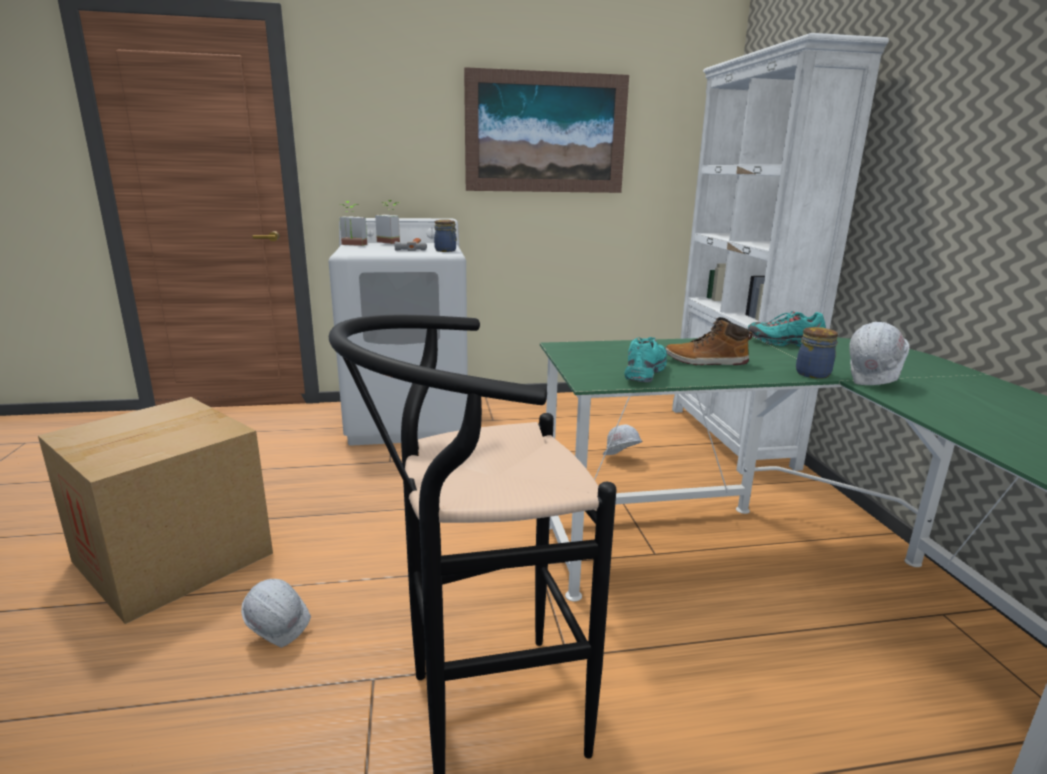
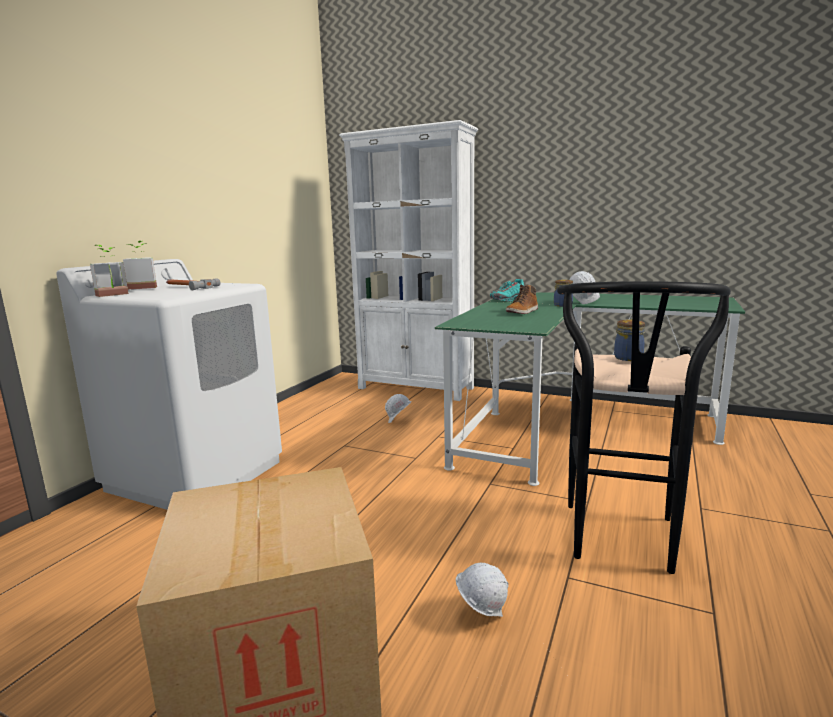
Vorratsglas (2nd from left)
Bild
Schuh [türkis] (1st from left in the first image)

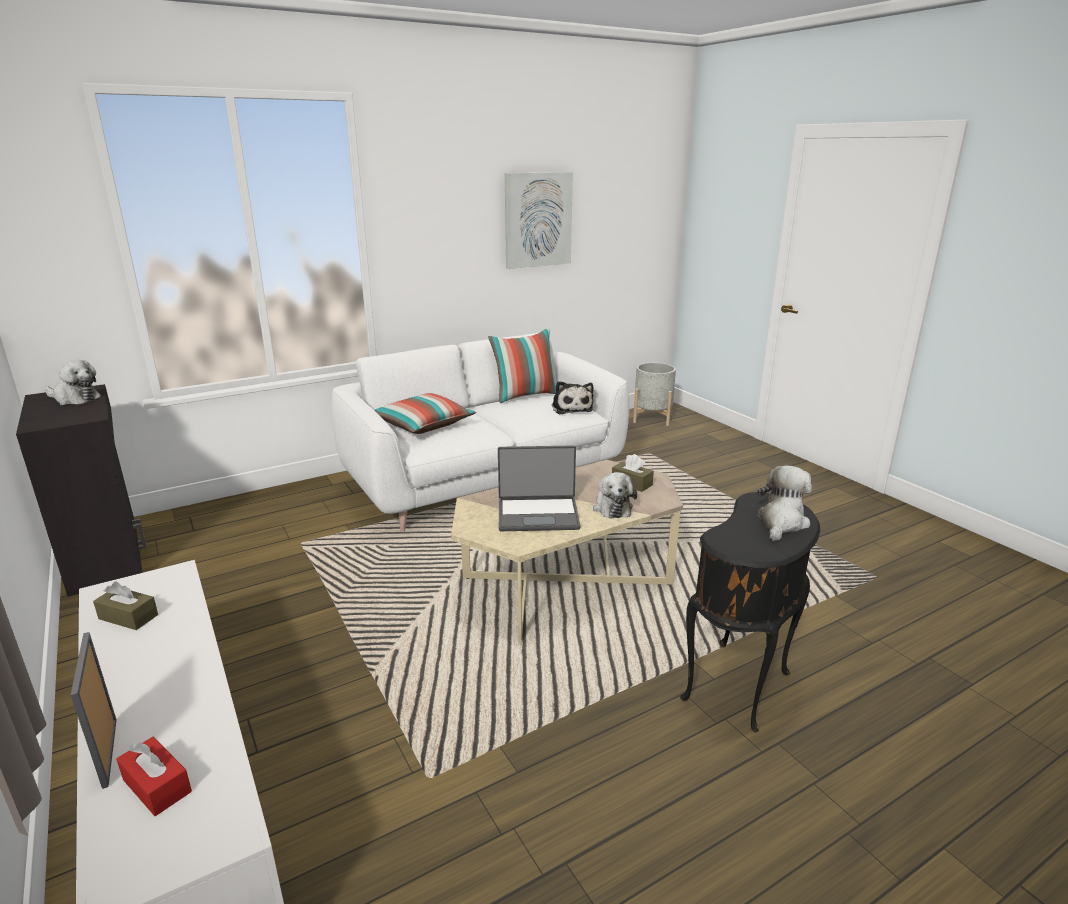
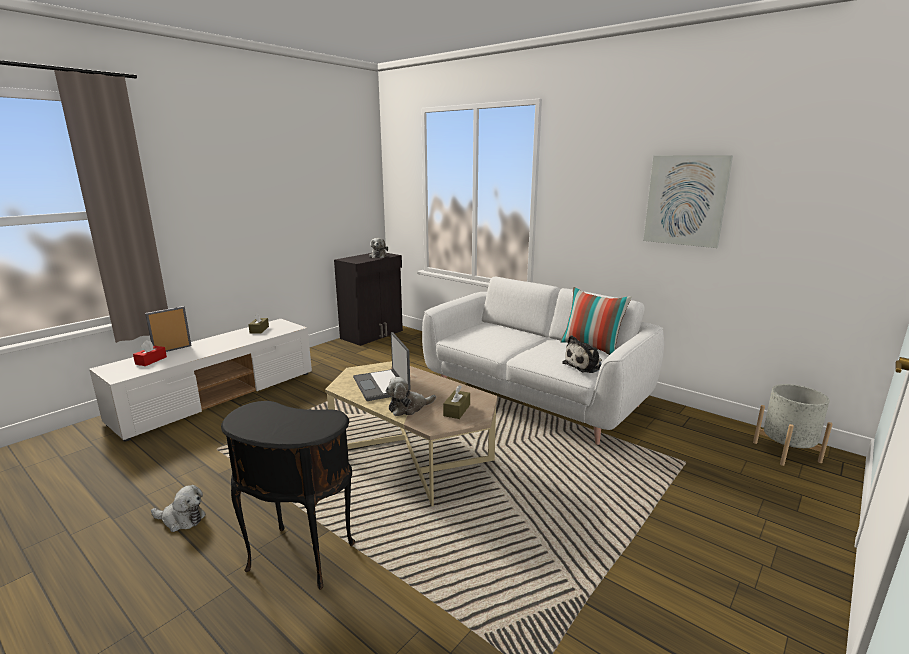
Kissen (1st from left in the first image)
Plüschtier (1st from left)

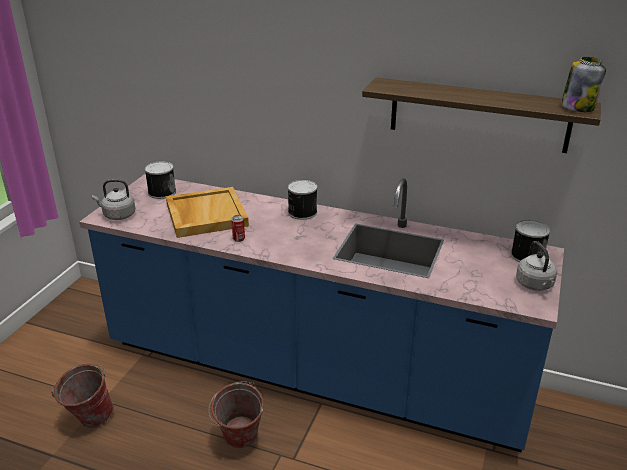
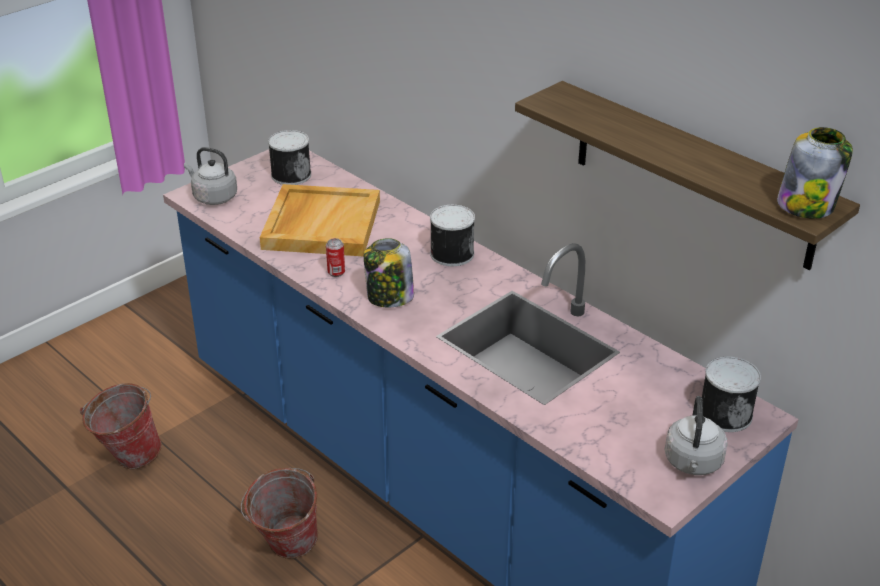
Vorratsglas (1st from left)

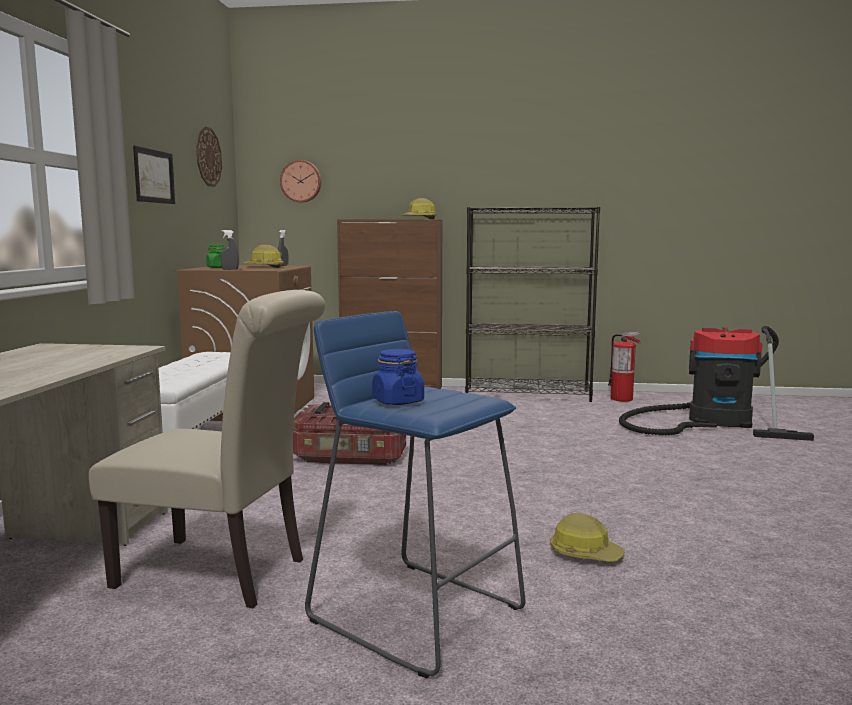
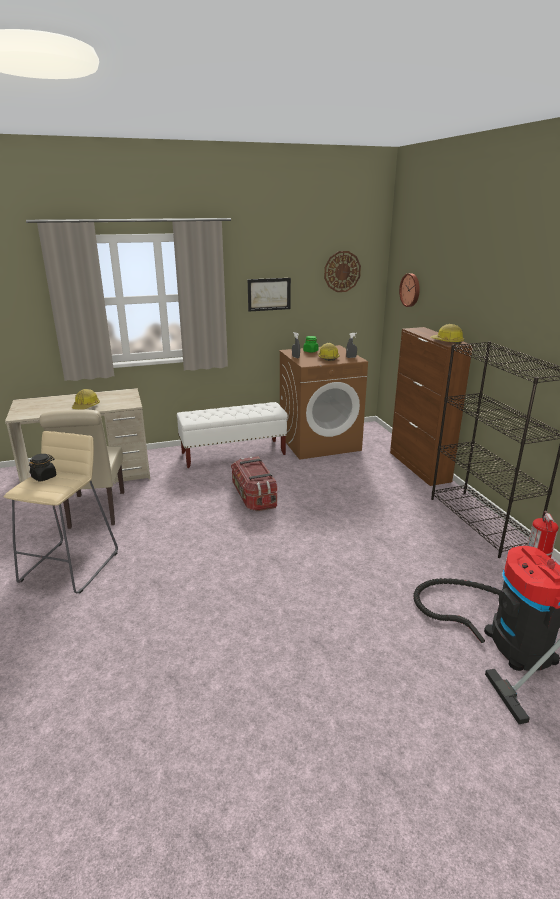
Hocker [beige]
Vorratsglas [schwarz]
Schutzhelm (1st from left)

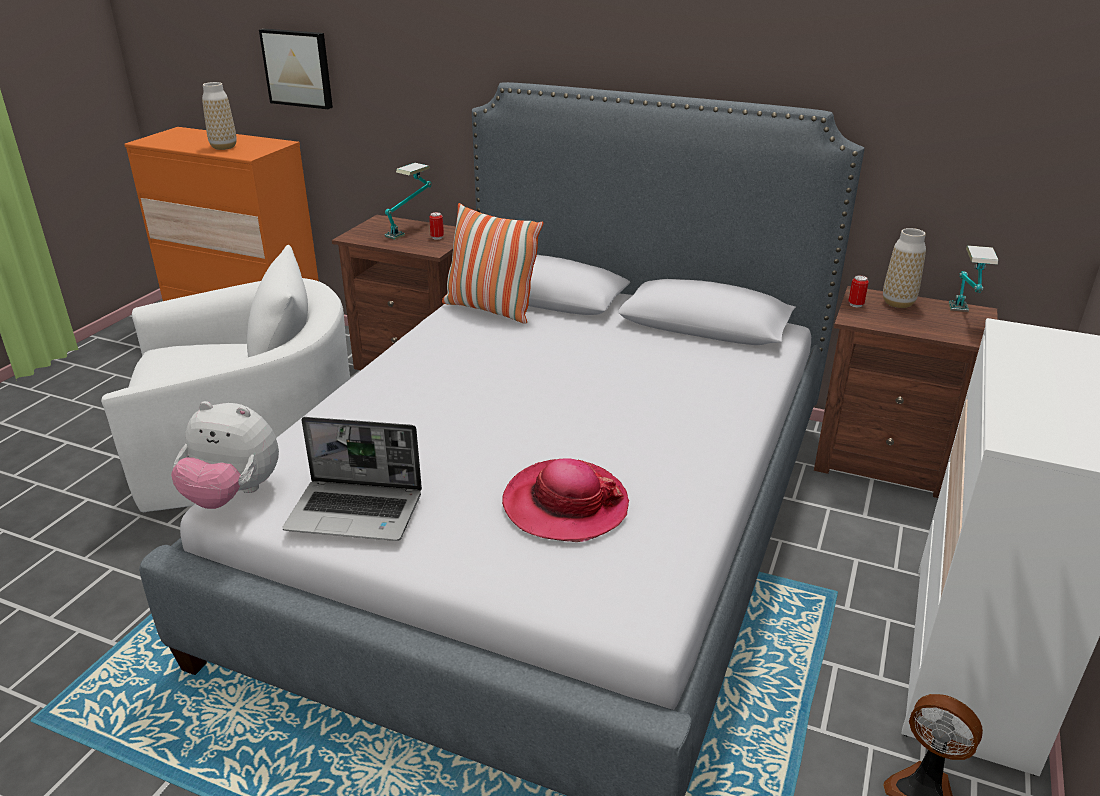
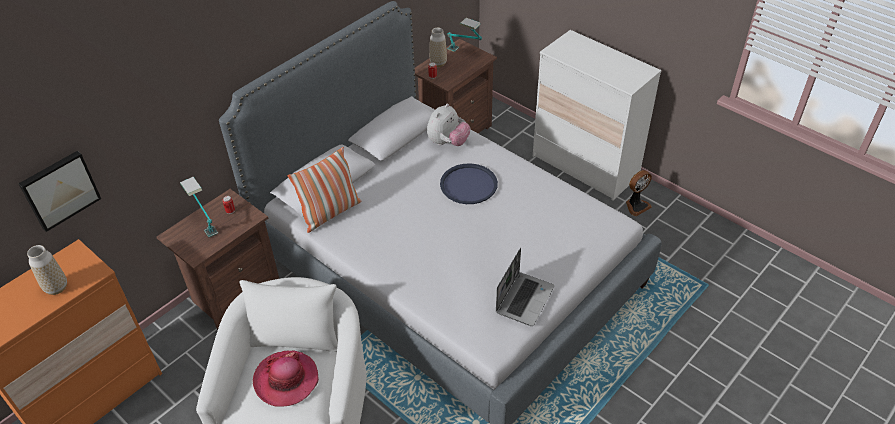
Plüschtier
Hut
Tablett [blau]

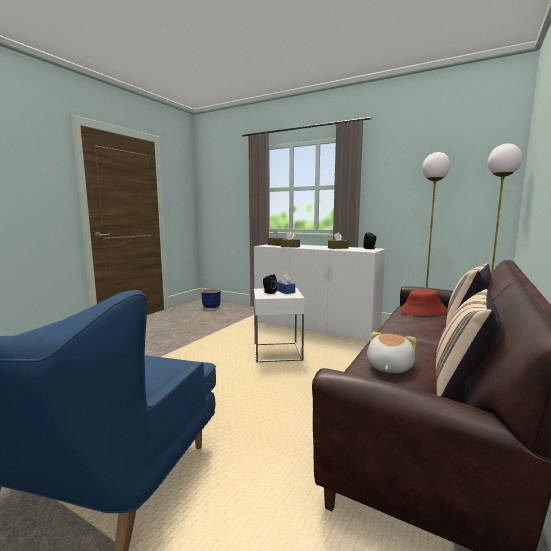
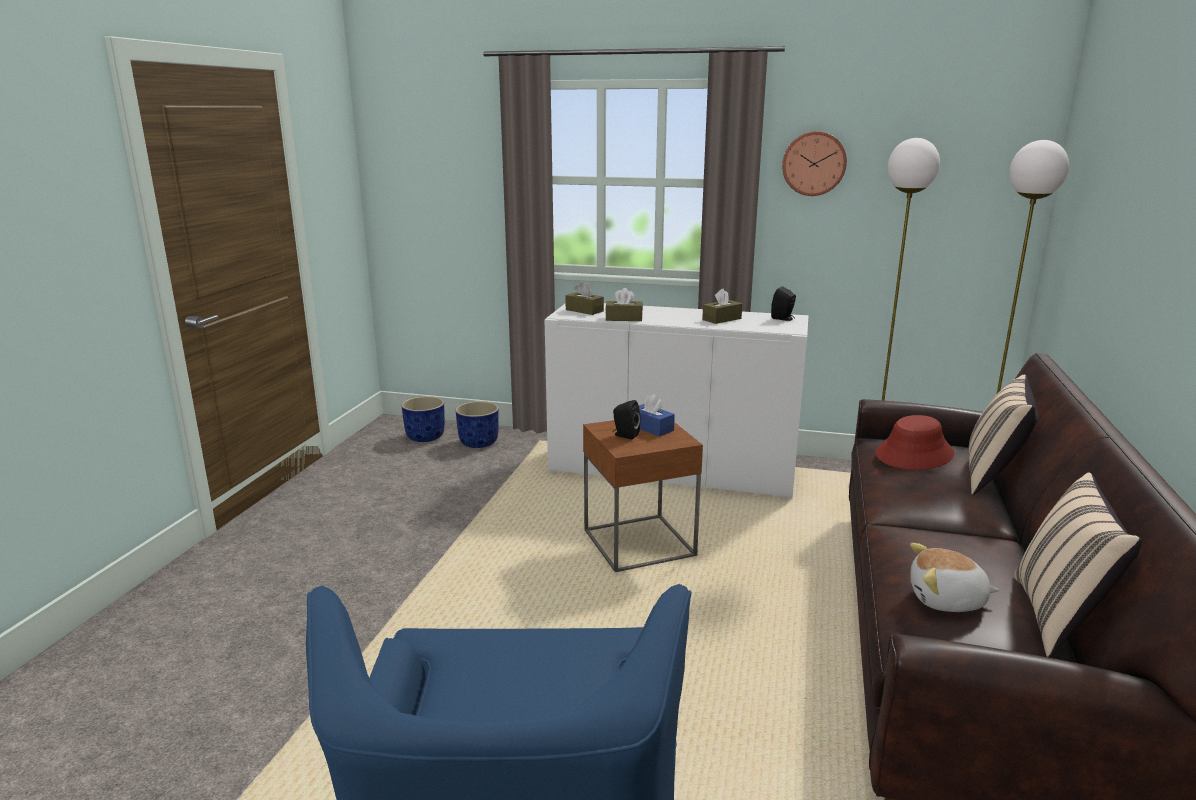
Beistelltisch [braun]
Plüschtier
Pflanzkübel [blau] (2nd from left)
Wanduhr

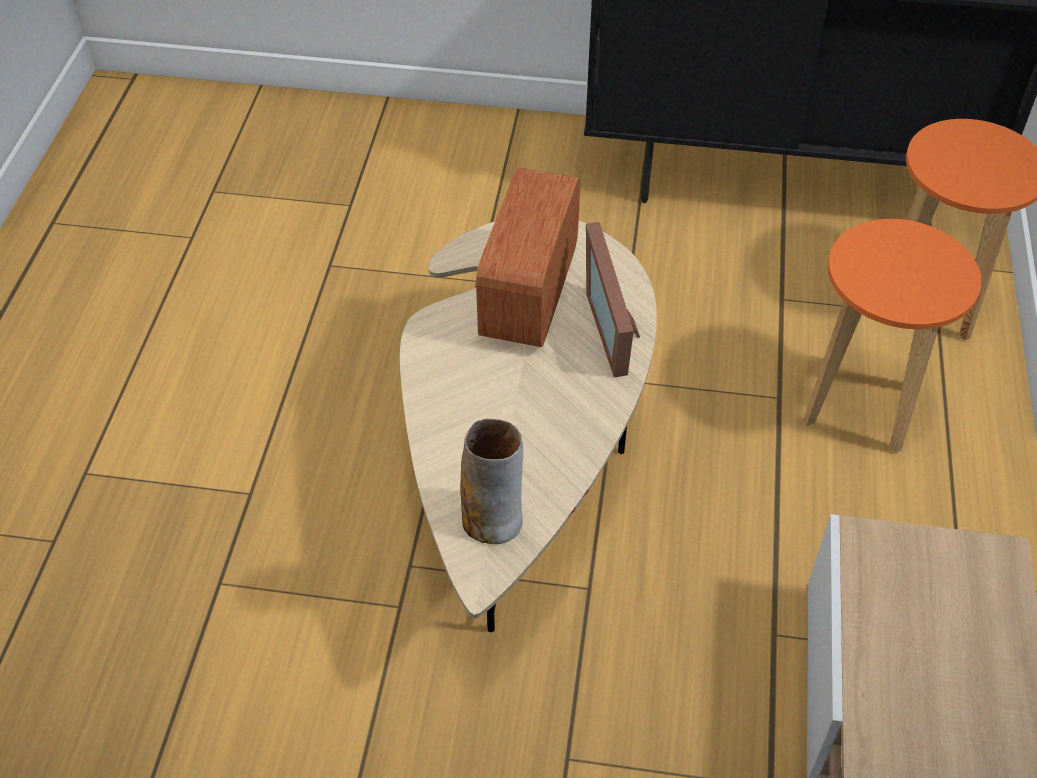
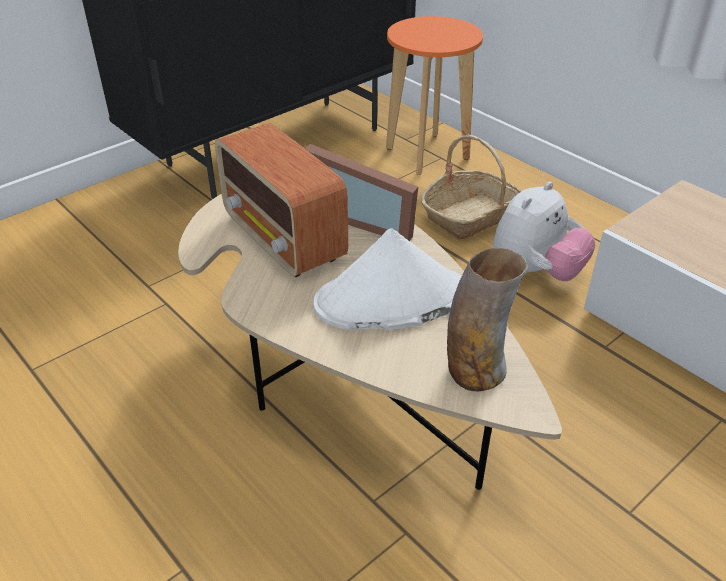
Korb
Hut [weiß]
Plüschtier

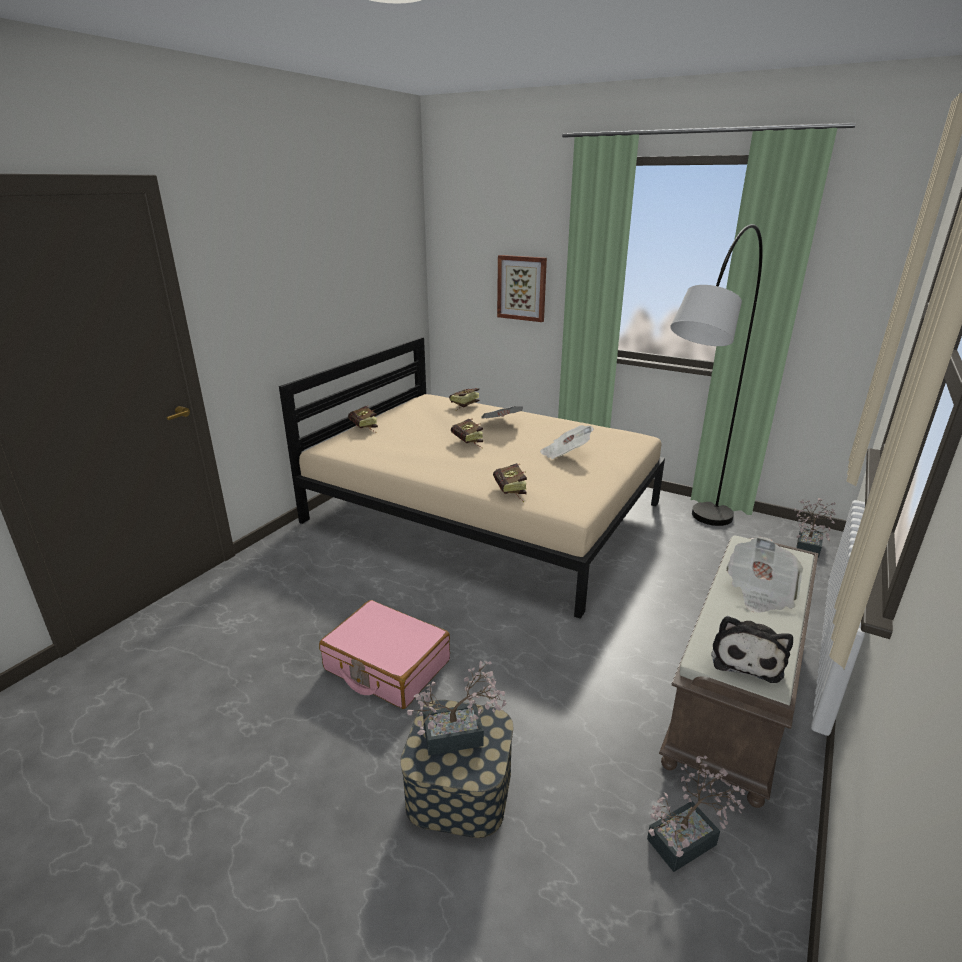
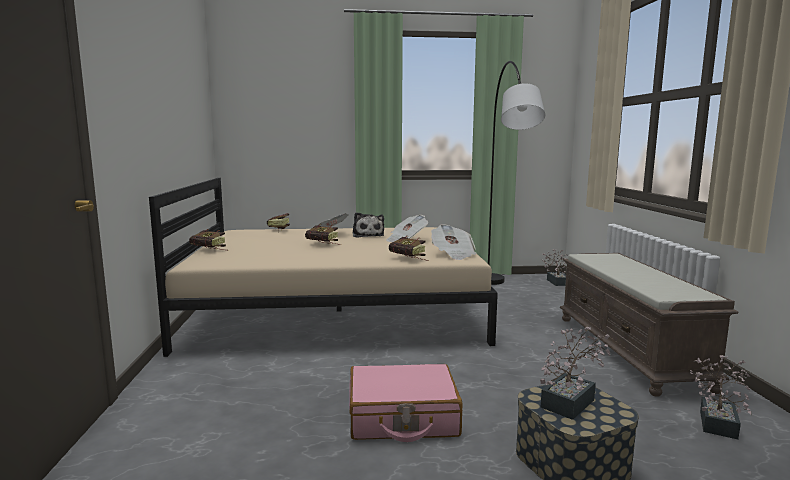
Bild
Plüschtier
Zeitung (3rd from left)

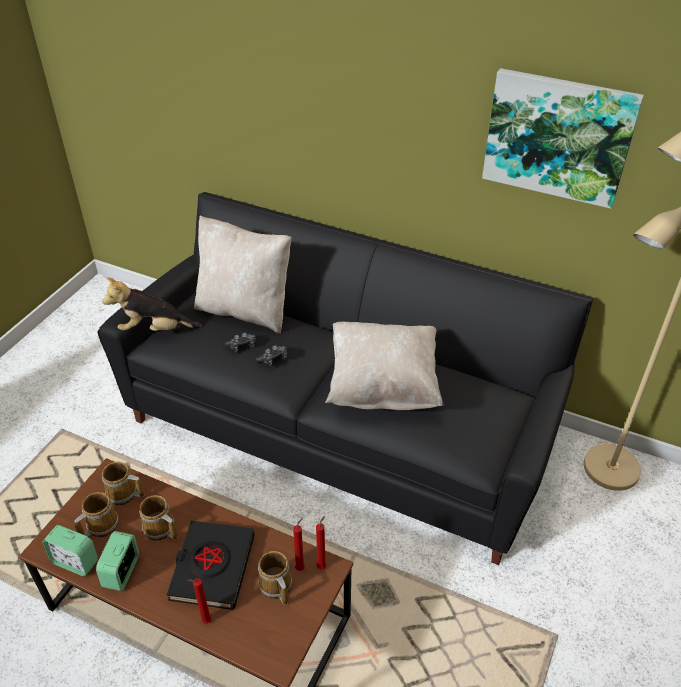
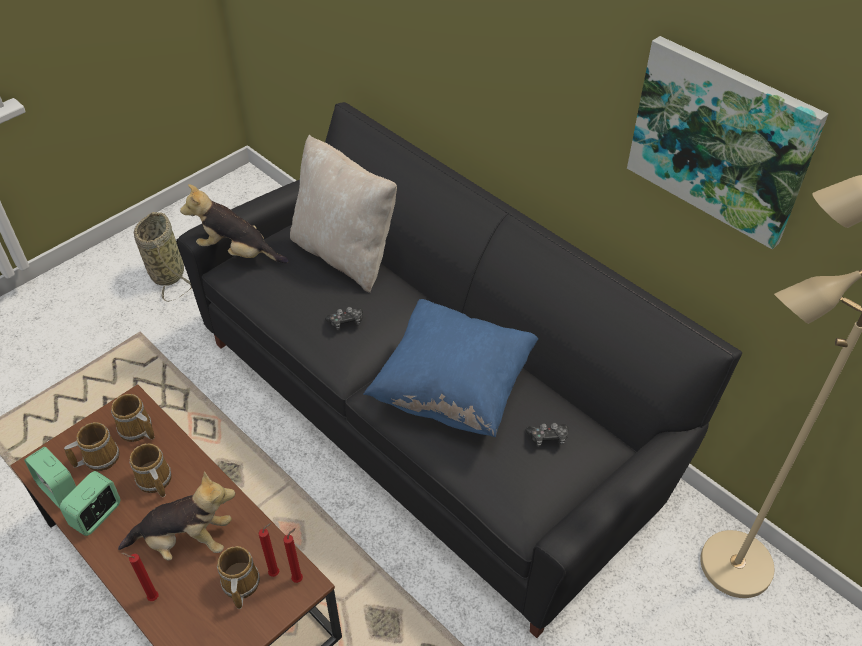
Plüschtier (1st from left)
Gamepad (2nd from left)
Kissen [blau]
Korb

